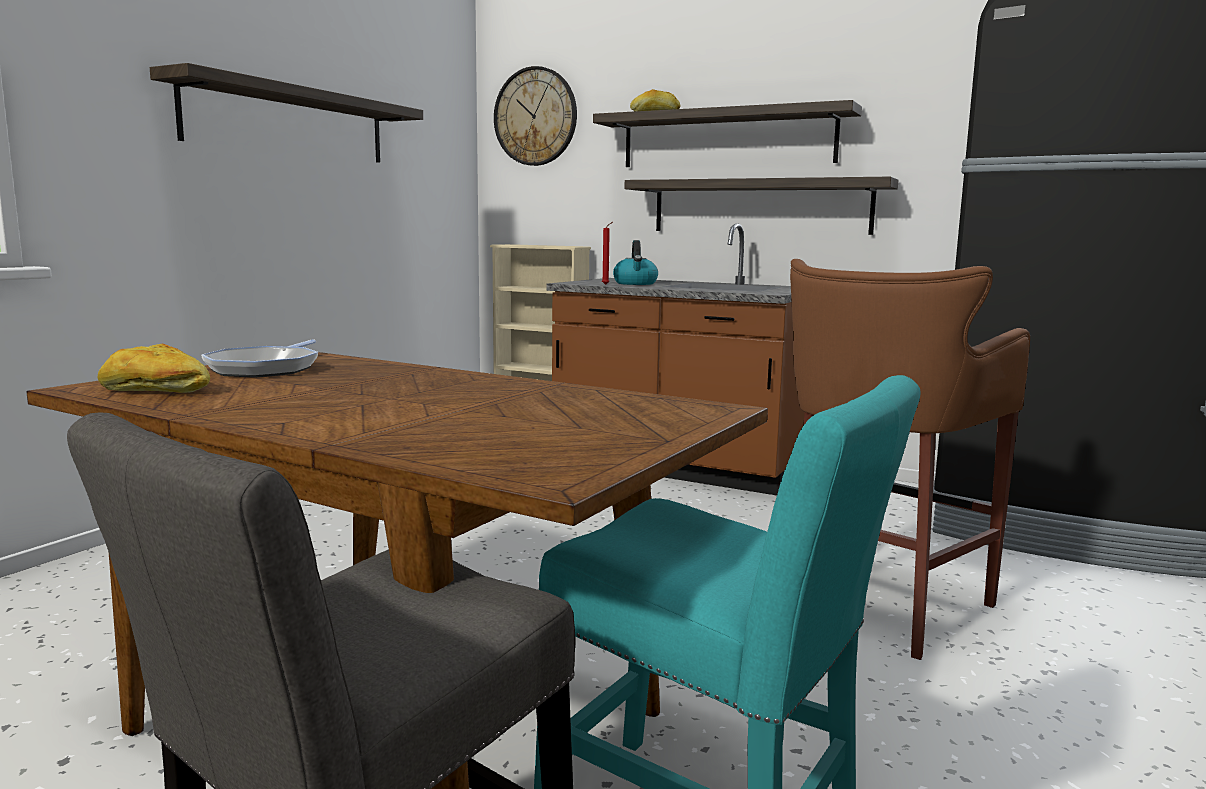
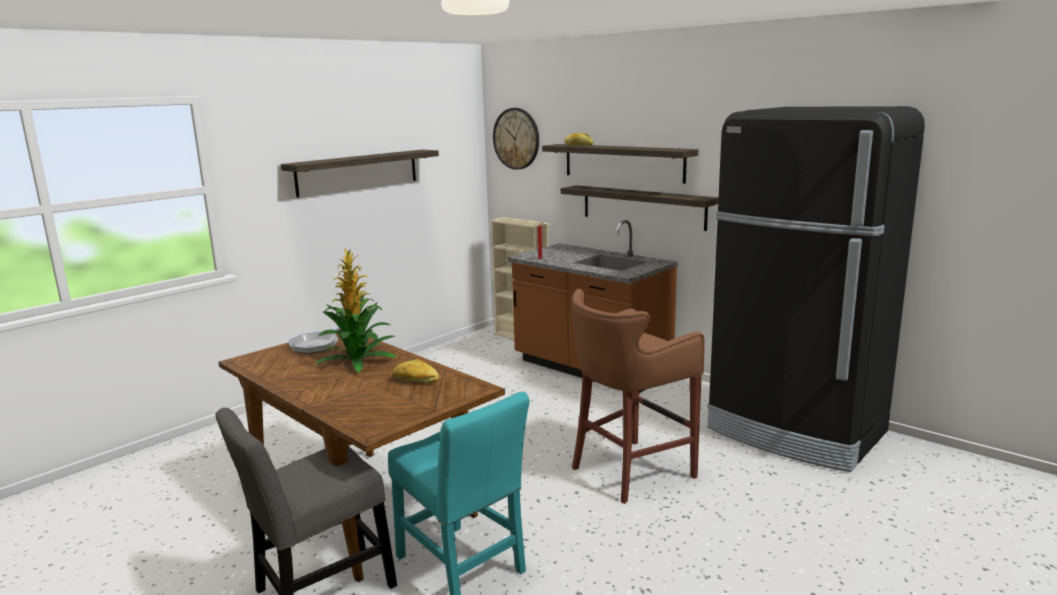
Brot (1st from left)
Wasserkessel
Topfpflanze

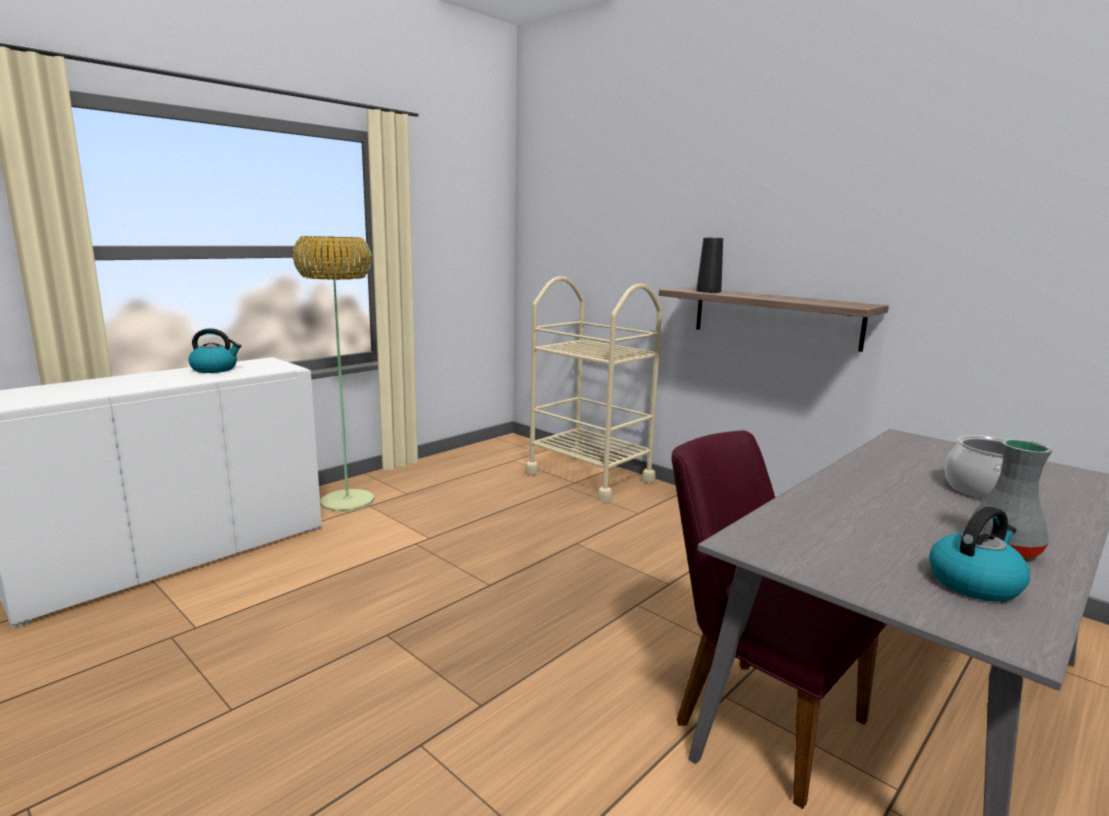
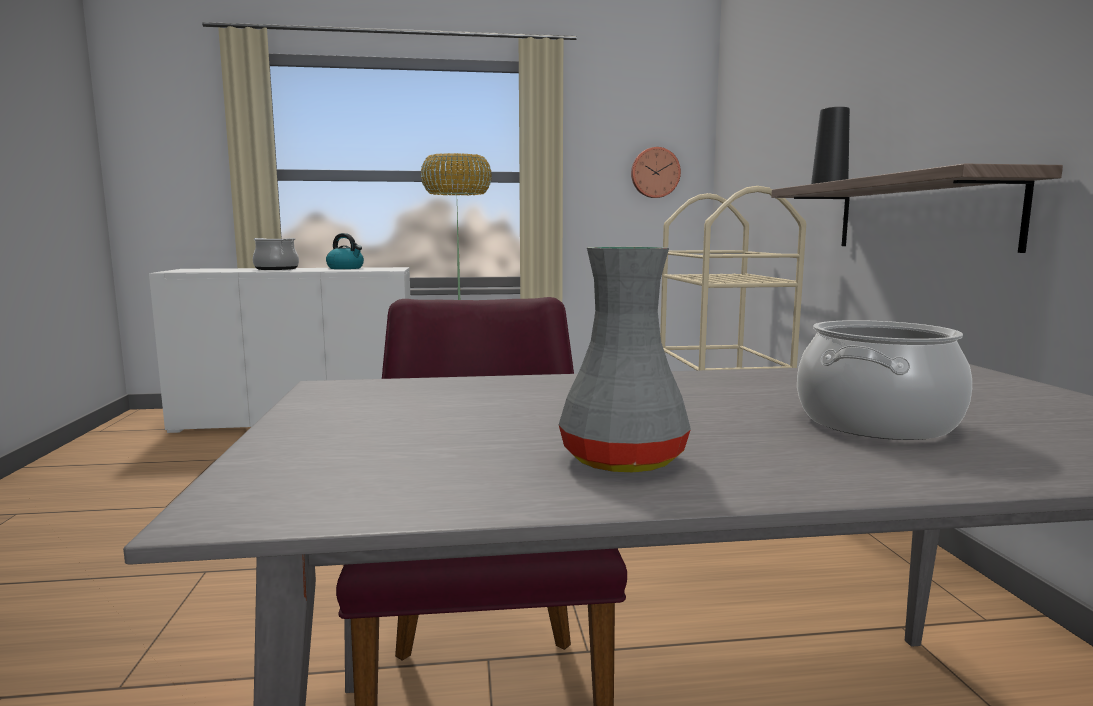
Wasserkessel (2nd from left in the first image)
Kochtopf (1st from left)
Wanduhr

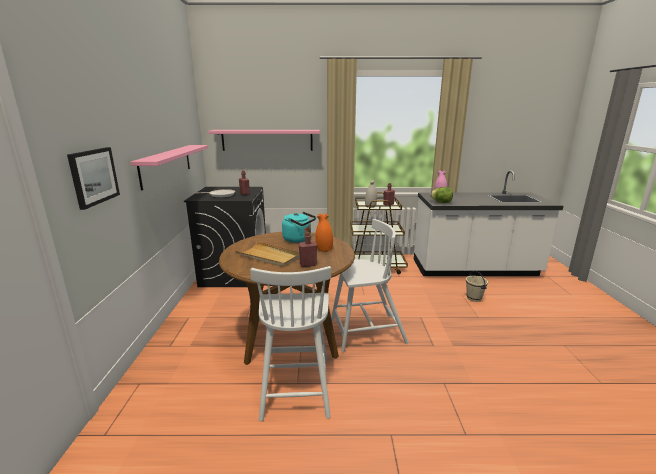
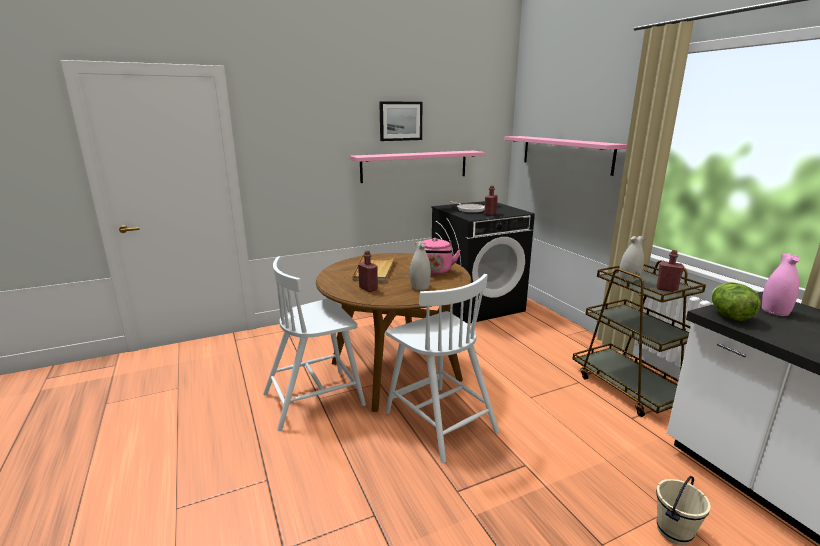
Bild
Wasserkessel [rosa]
Vase [weiß] (1st from left)

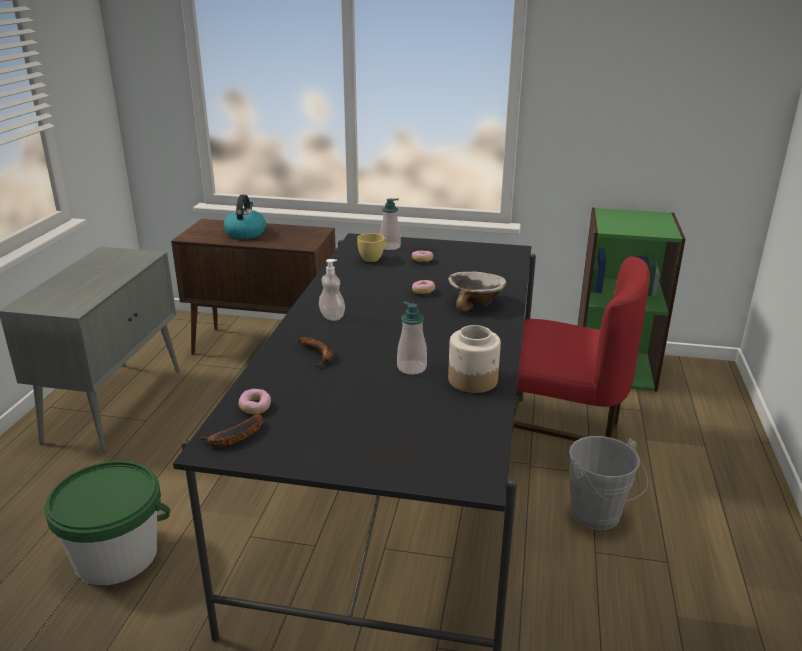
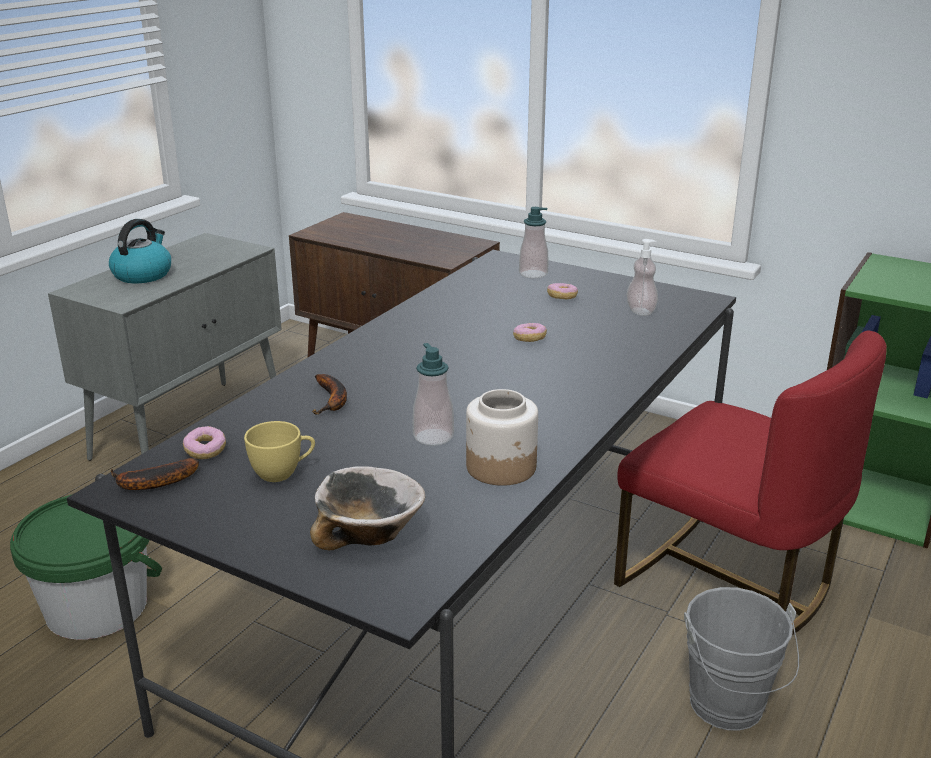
Wasserkessel
Seifenspender (3rd from left)
Tasse [gelb]
Schüssel

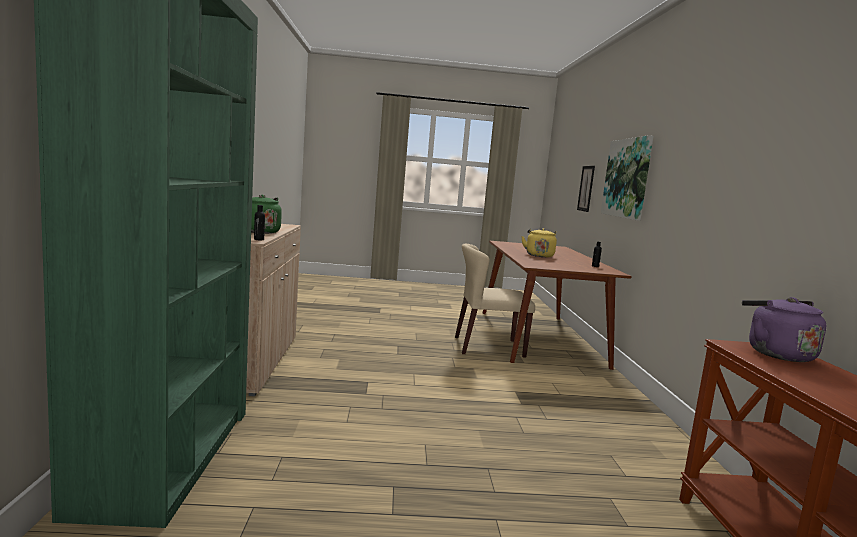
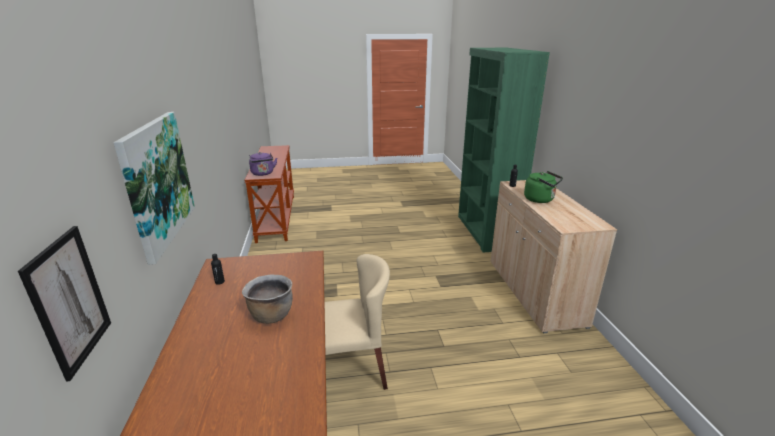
Kochtopf [braun]

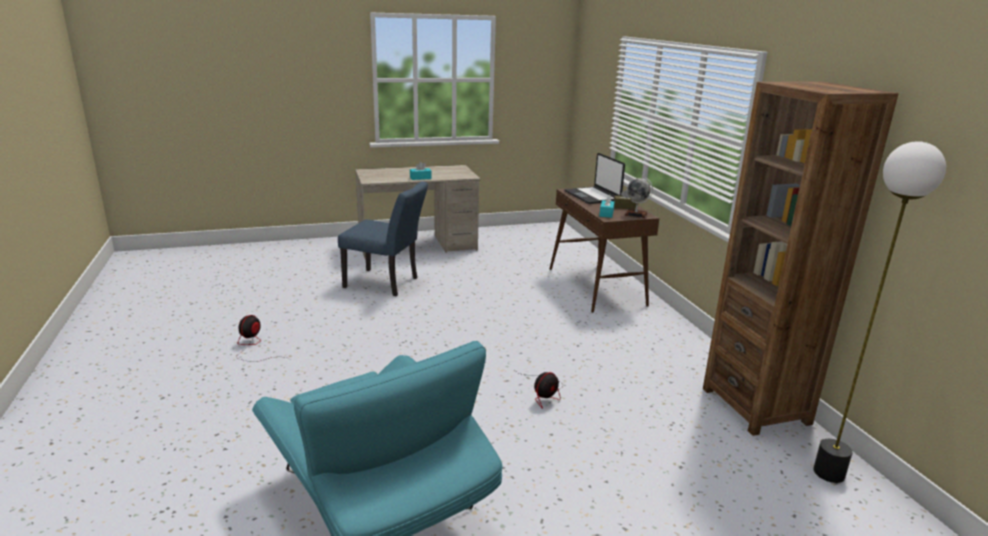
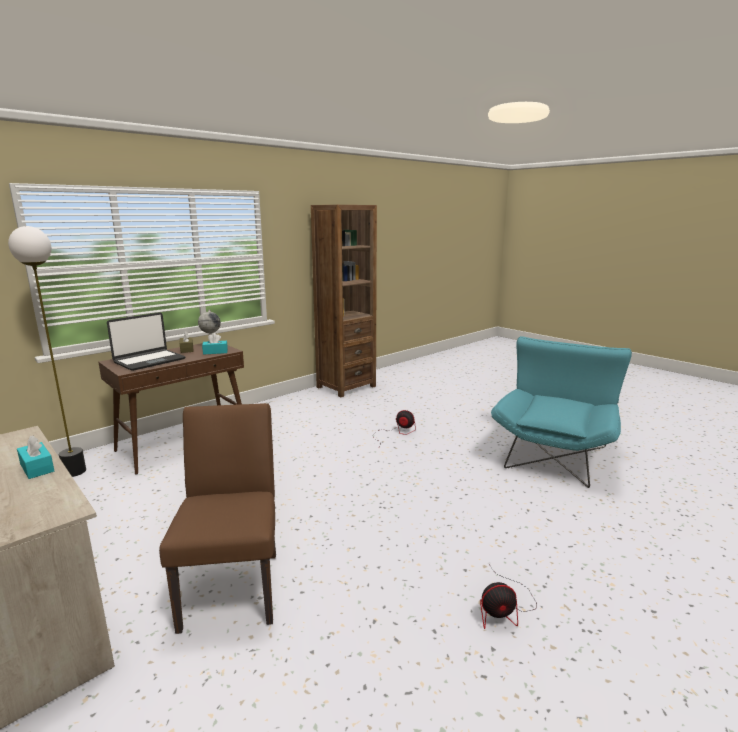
Stuhl [braun]
Stehlampe

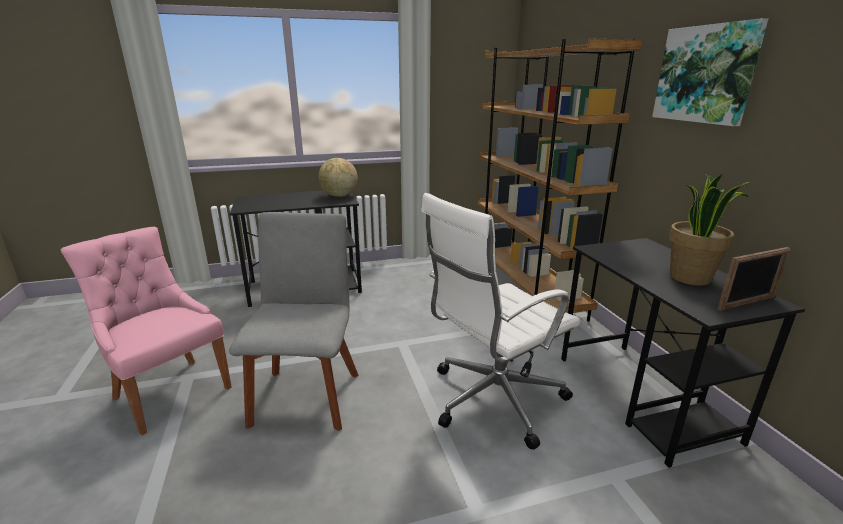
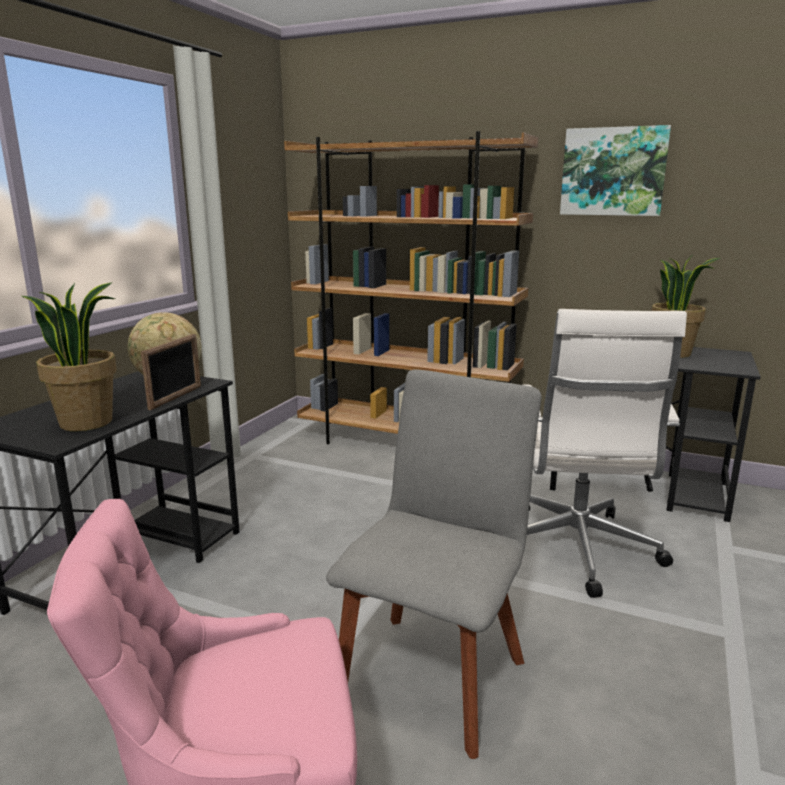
Stuhl [grau]
Bilderrahmen
Topfpflanze (1st from left)

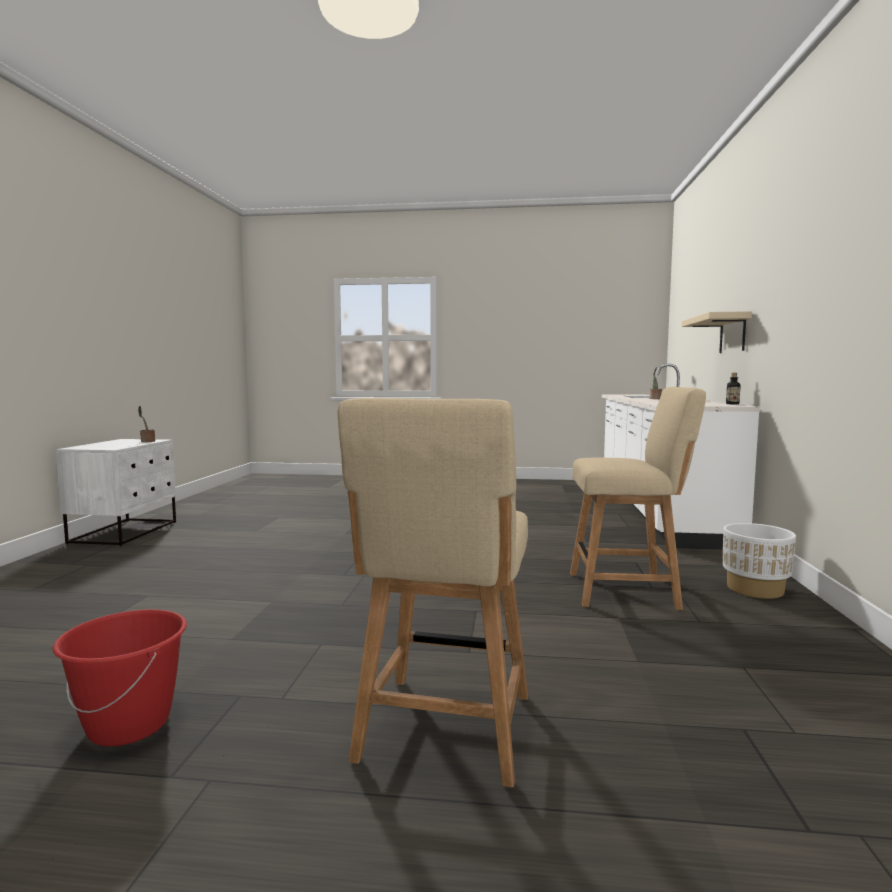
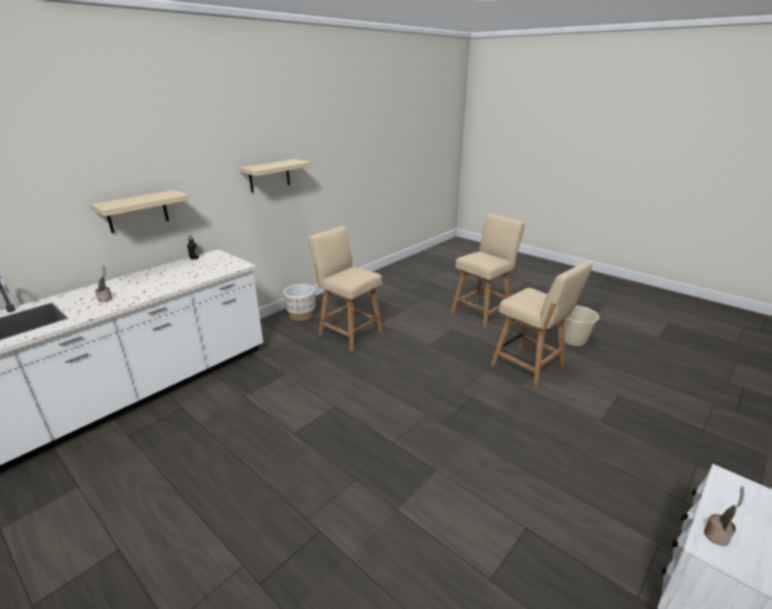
Eimer [beige]
Wandregal [beige] (2nd from left)
Stuhl [beige] (3rd from left)

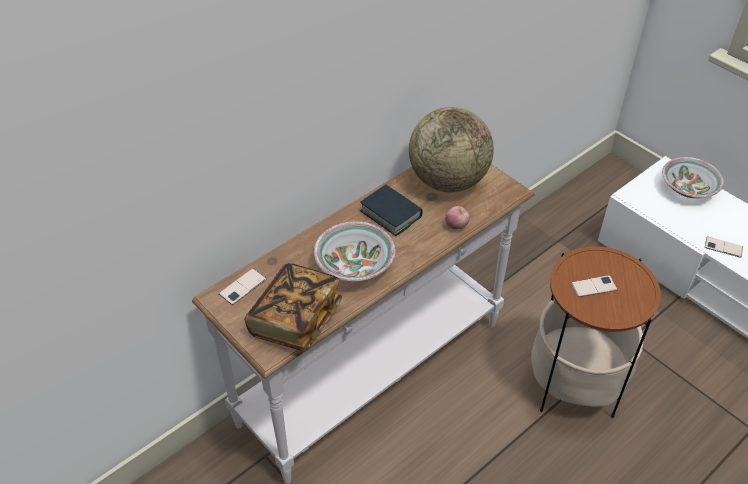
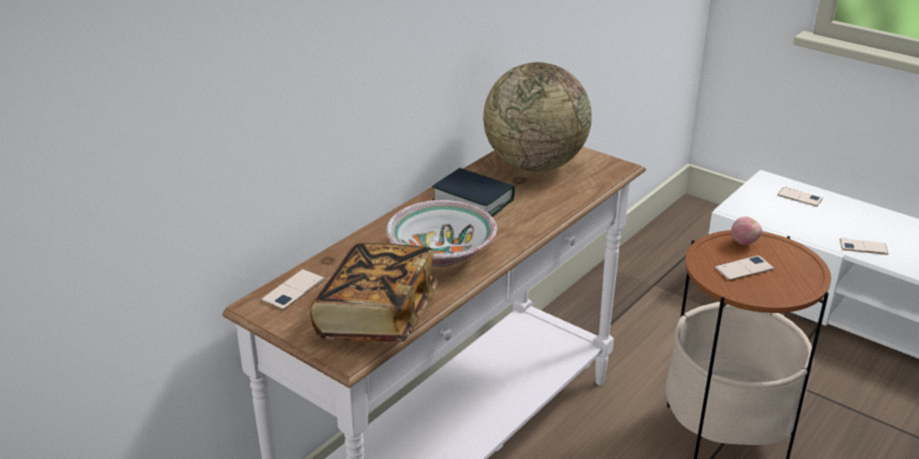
Apfel
Handy (3rd from left)

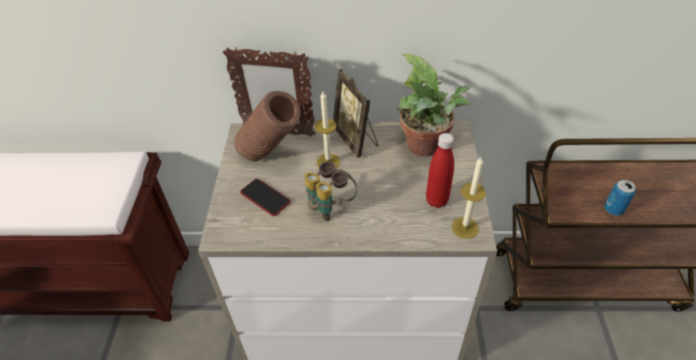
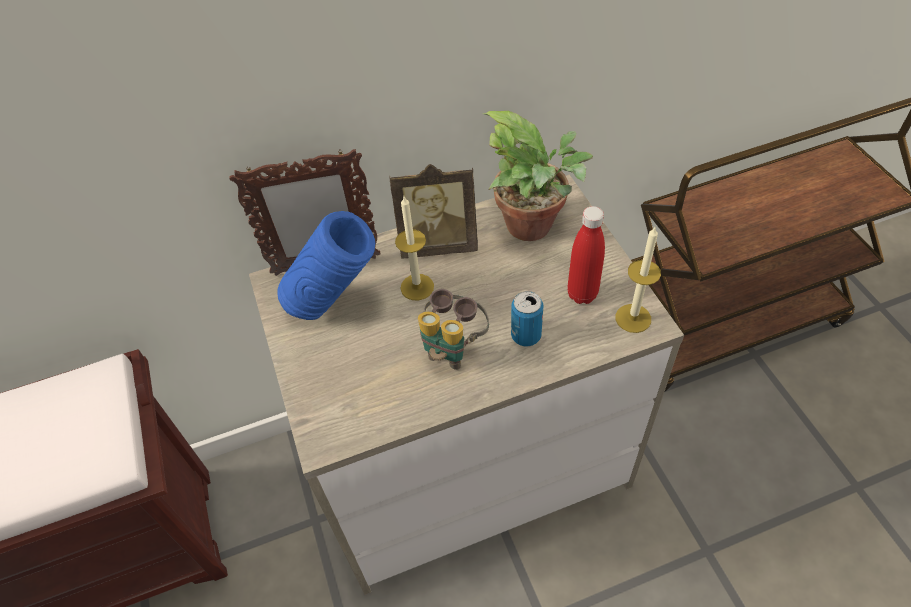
Vase [blau]
Handy
Bilderrahmen (2nd from left)
Dose

